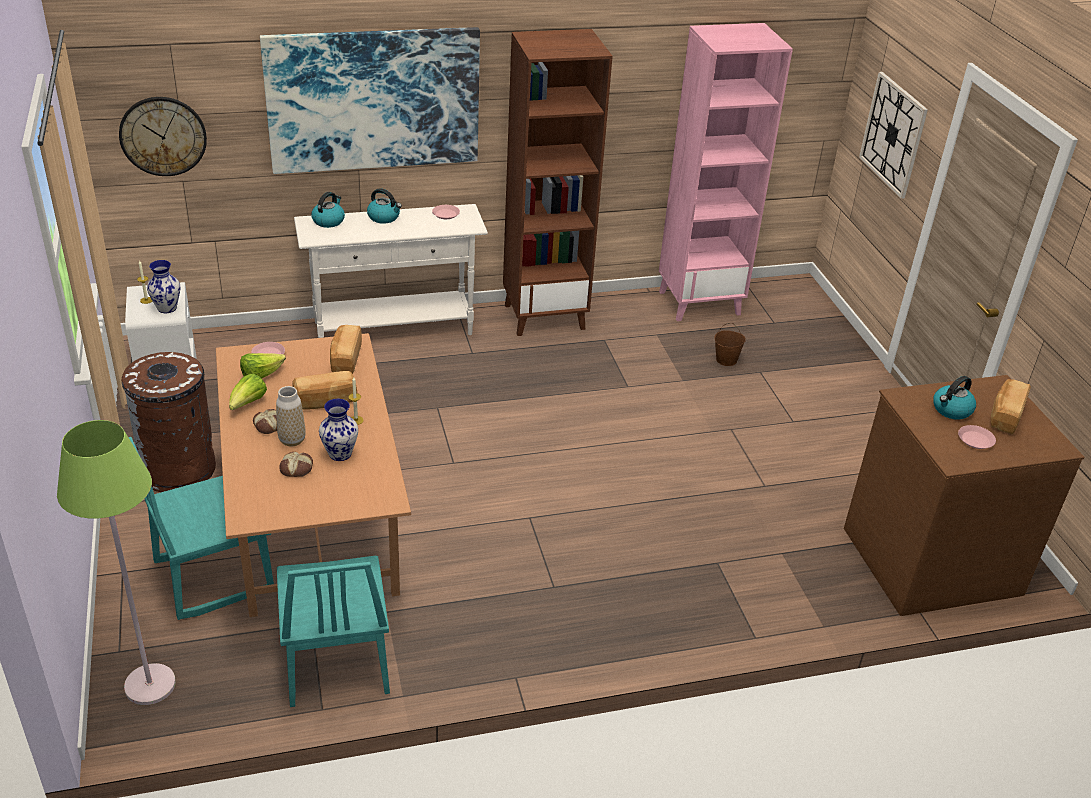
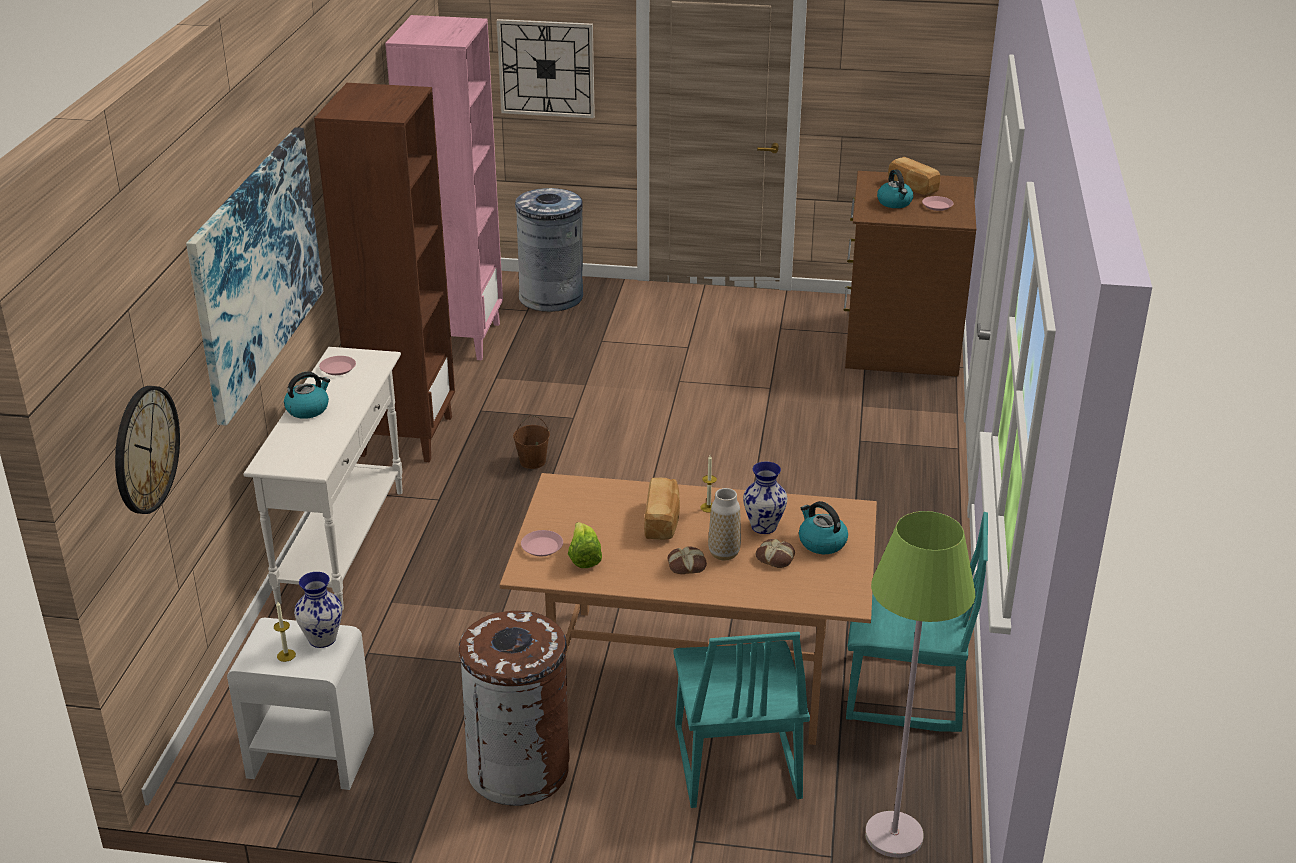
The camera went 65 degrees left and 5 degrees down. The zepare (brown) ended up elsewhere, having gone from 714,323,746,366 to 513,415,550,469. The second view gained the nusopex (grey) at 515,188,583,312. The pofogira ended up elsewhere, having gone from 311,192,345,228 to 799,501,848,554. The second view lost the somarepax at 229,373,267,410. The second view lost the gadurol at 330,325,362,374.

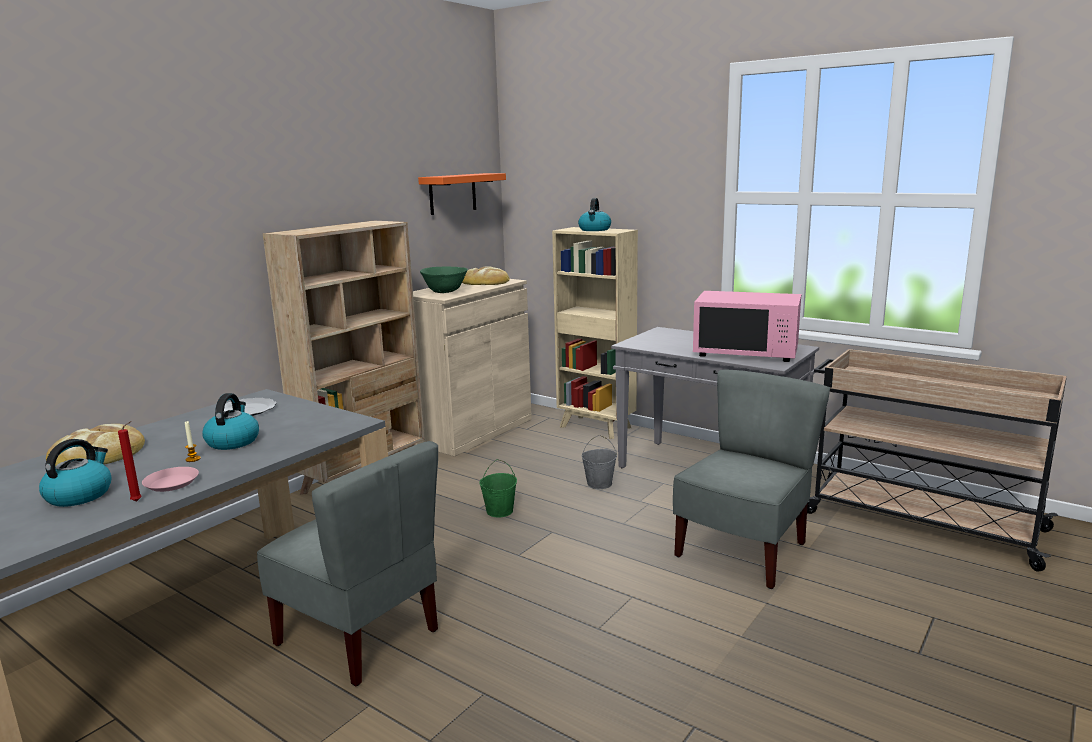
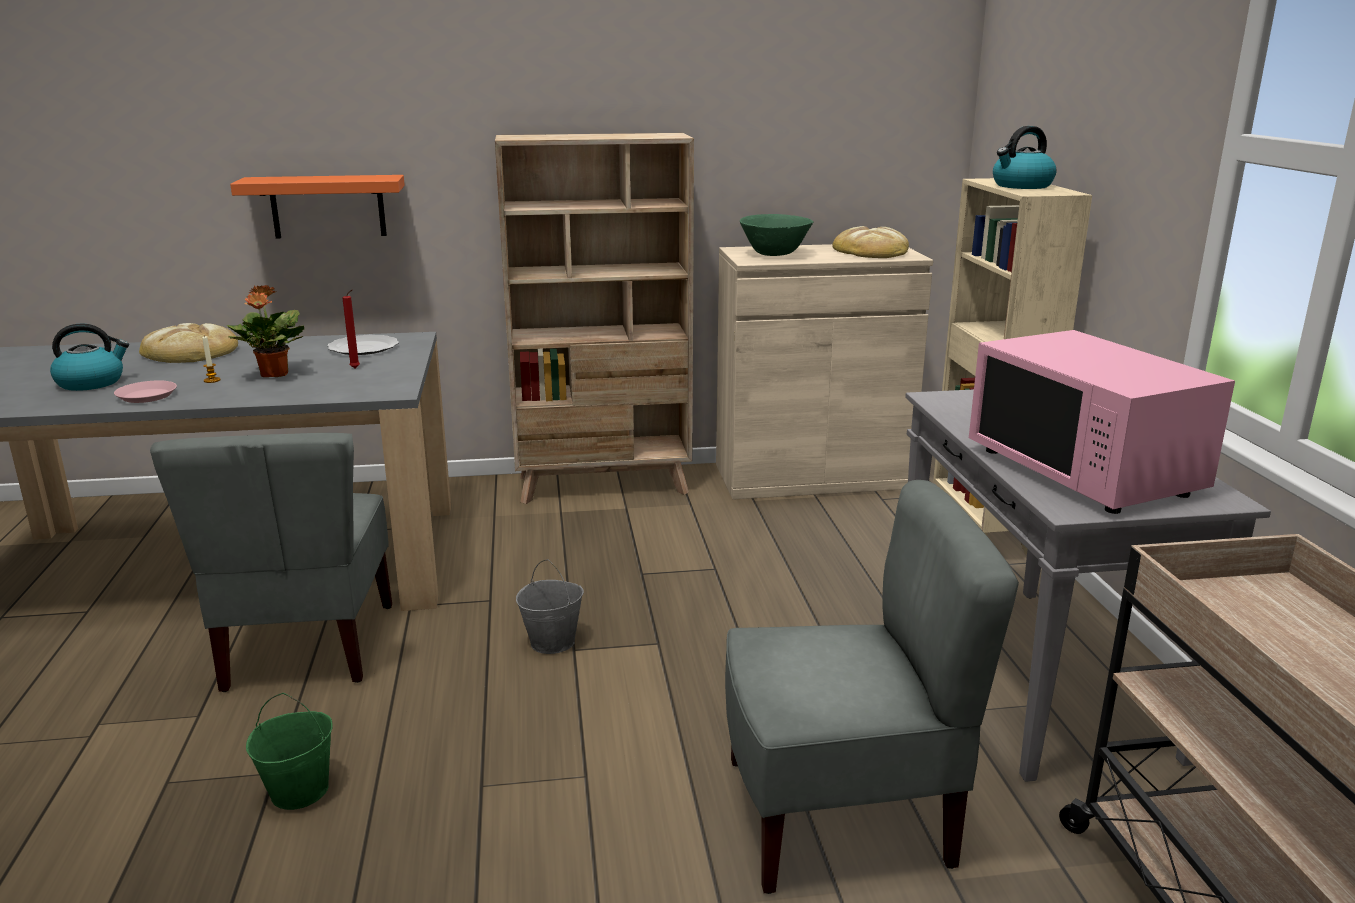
The camera went 45 degrees right and 5 degrees up. Where the pofogira stood at 202,393,259,450, the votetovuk came to stand at 227,285,304,377. The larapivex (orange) ended up elsewhere, having gone from 418,173,506,215 to 230,175,405,238. The zepare (green) ended up elsewhere, having gone from 479,459,517,518 to 246,693,333,810. The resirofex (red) ended up elsewhere, having gone from 118,421,142,502 to 342,290,360,368. The zepare (grey) ended up elsewhere, having gone from 582,435,617,489 to 516,559,584,654.

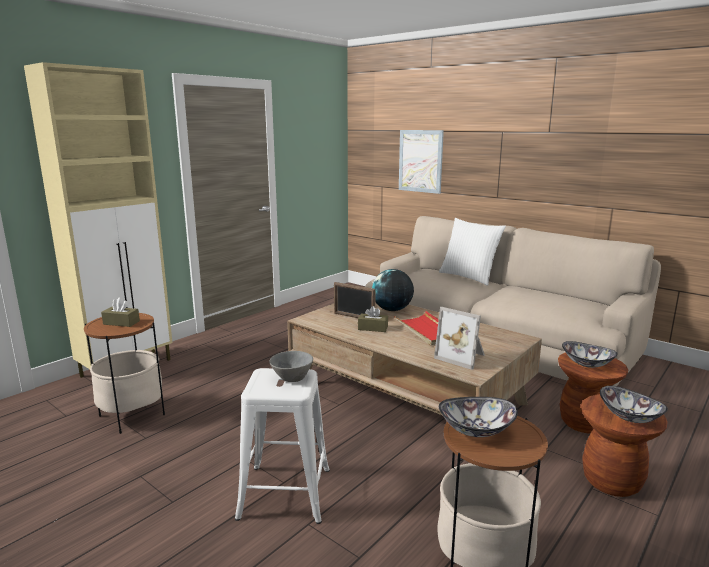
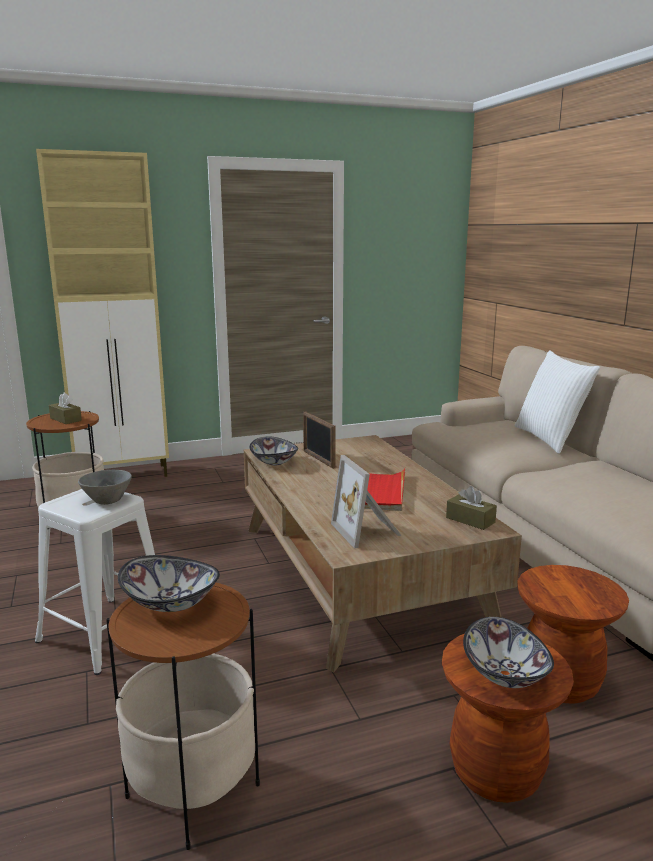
The camera went 30 degrees right and 0 degrees up. The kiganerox ended up elsewhere, having gone from 562,341,618,368 to 249,437,298,465. The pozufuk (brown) ended up elsewhere, having gone from 358,306,388,332 to 446,486,497,530. The second view lost the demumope at 372,269,414,311. The second view lost the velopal at 399,130,444,194.

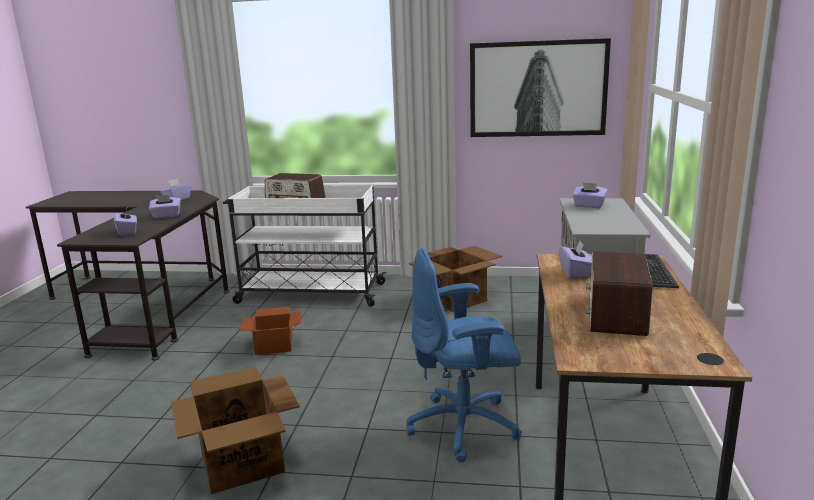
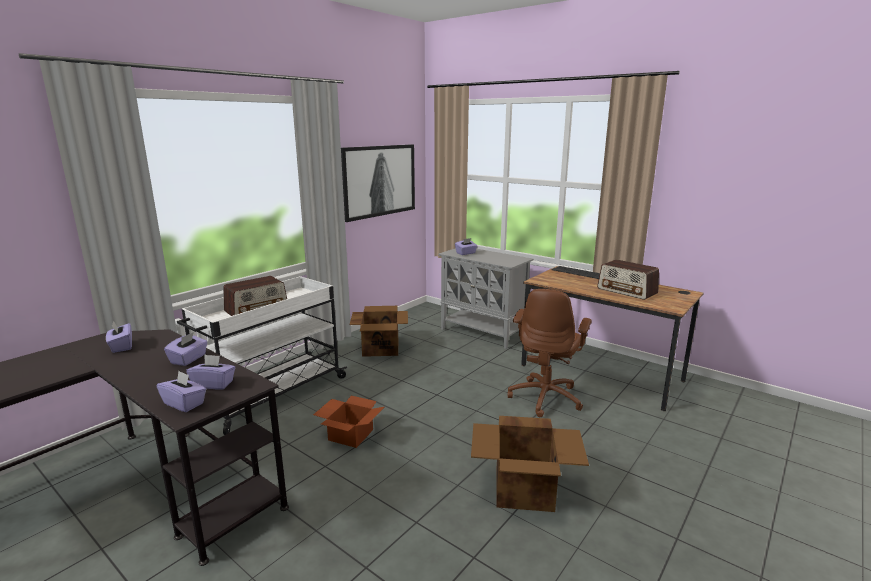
The camera went 60 degrees left and 0 degrees up. The pozufuk (purple) ended up elsewhere, having gone from 559,241,592,279 to 157,371,206,412. What was the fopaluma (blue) at 406,248,522,463 turned into the fopaluma (brown) at 508,289,592,417.

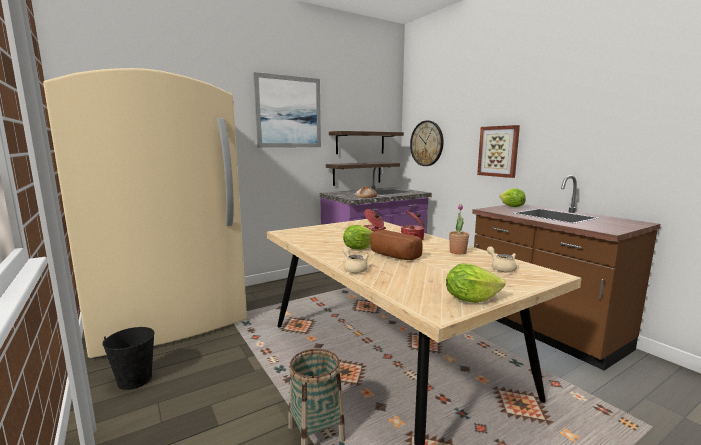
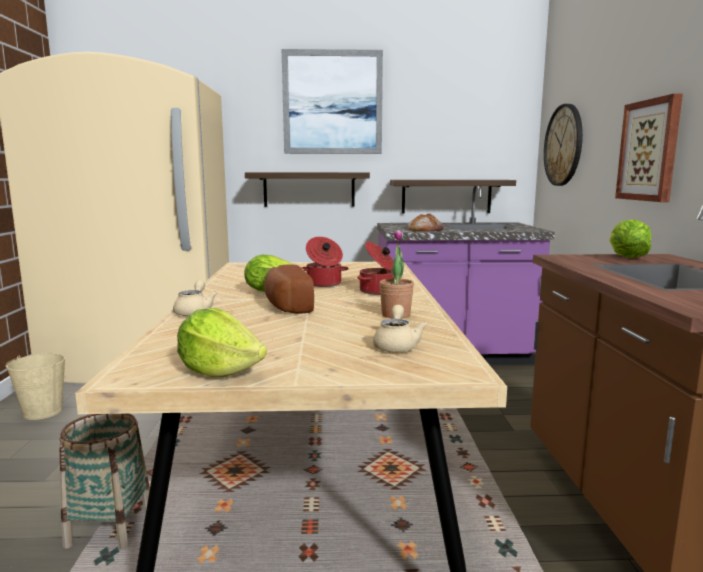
The camera went 30 degrees right and 0 degrees up. What was the zepare (black) at 102,327,155,390 turned into the zepare (beige) at 5,353,65,420. The larapivex ended up elsewhere, having gone from 329,131,404,154 to 245,172,370,207.

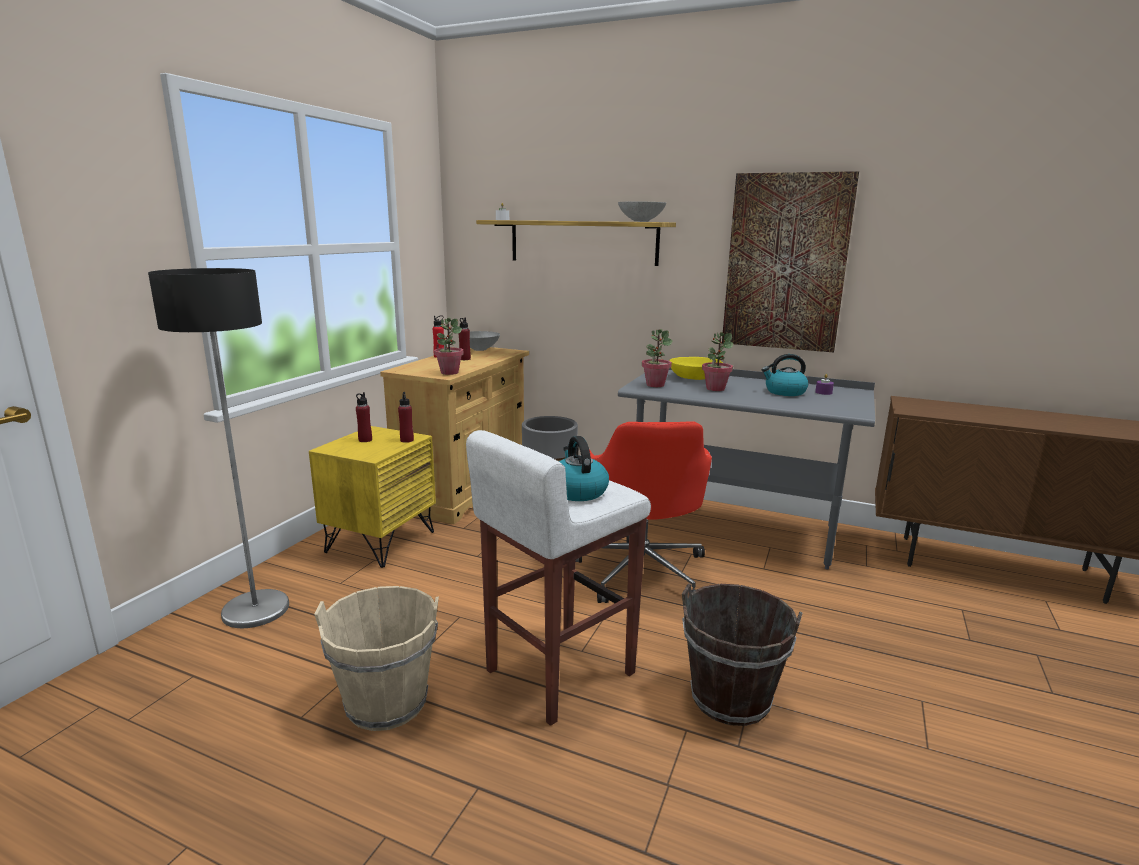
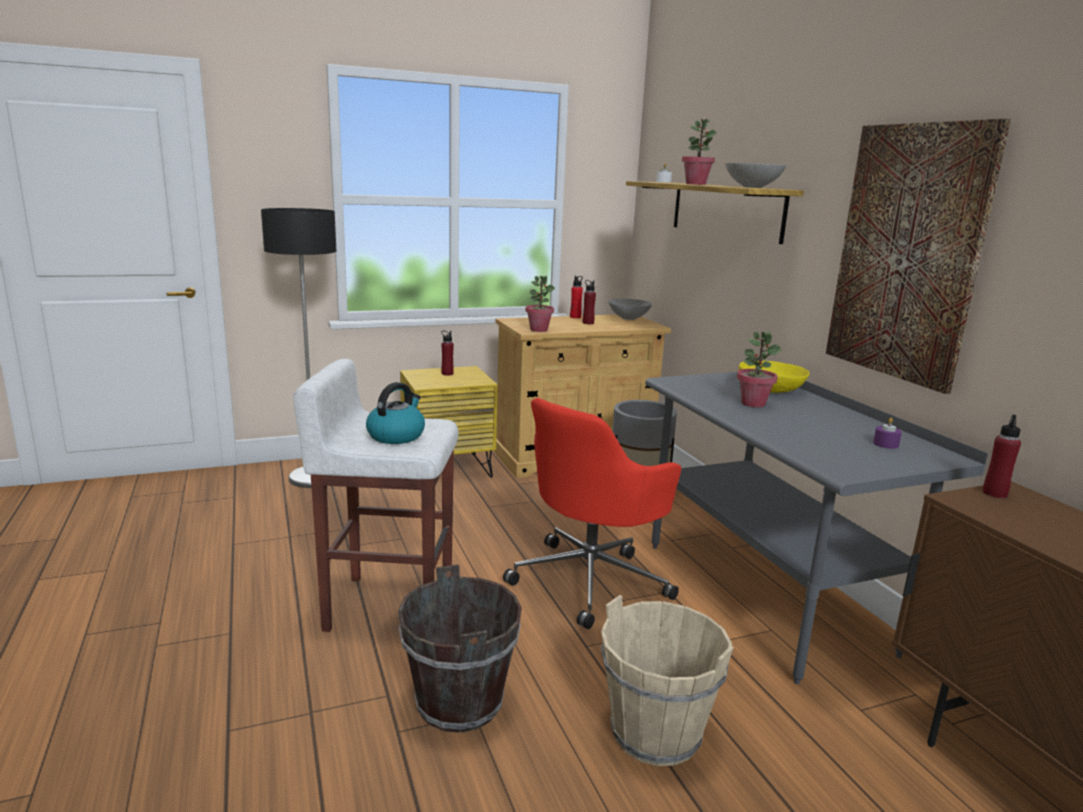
The camera went 45 degrees right and 0 degrees up. The zepare (beige) ended up elsewhere, having gone from 314,586,439,731 to 601,595,734,766. The votetovuk ended up elsewhere, having gone from 642,329,673,387 to 682,119,717,185. The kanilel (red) ended up elsewhere, having gone from 398,392,414,443 to 983,415,1021,498. The second view lost the pofogira at 762,354,808,396.

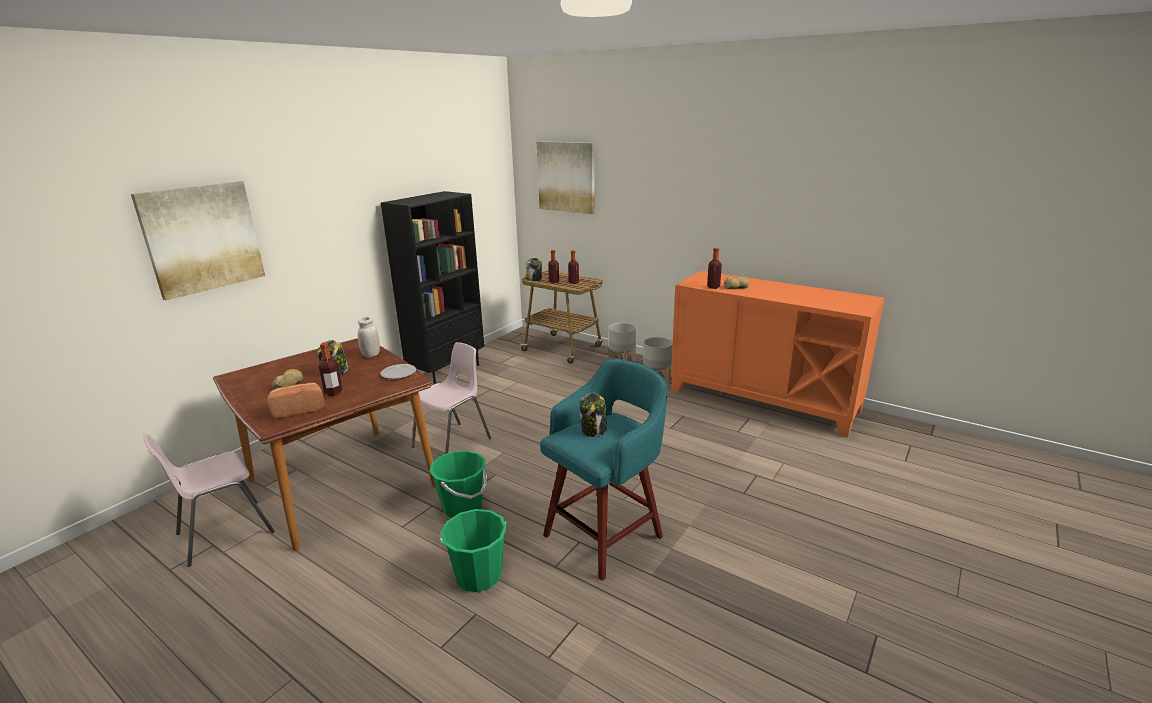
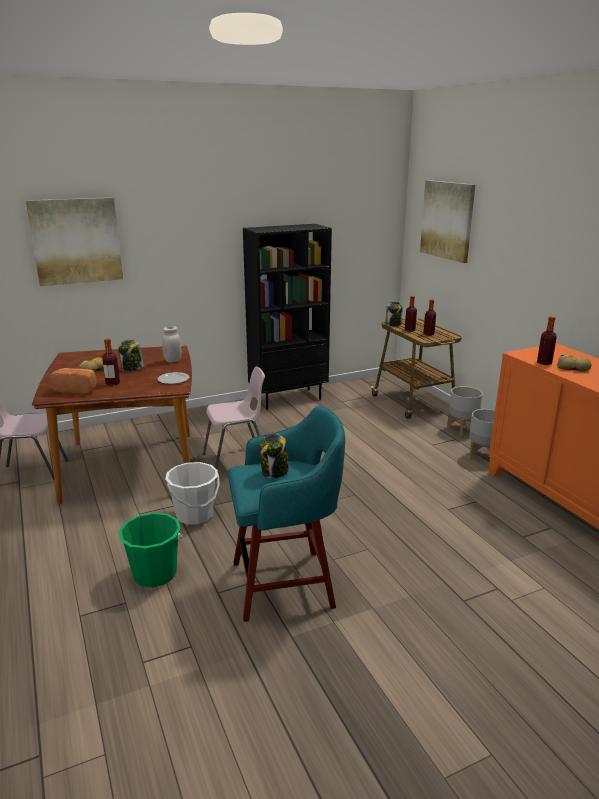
The camera went 30 degrees right and 0 degrees up. What was the zepare (green) at 429,450,487,518 turned into the zepare (white) at 165,462,220,525.

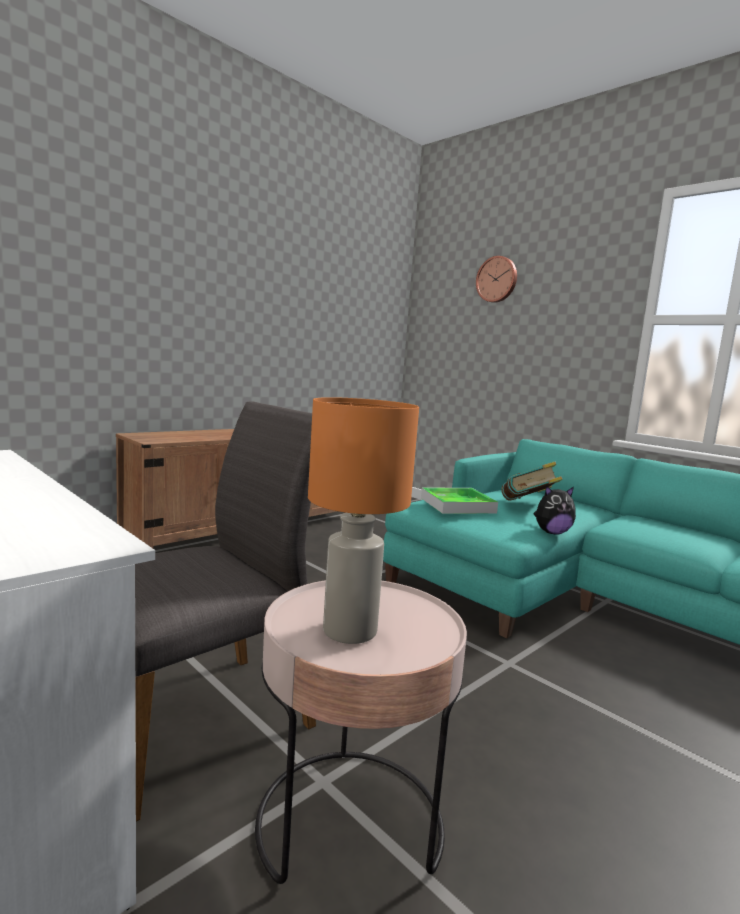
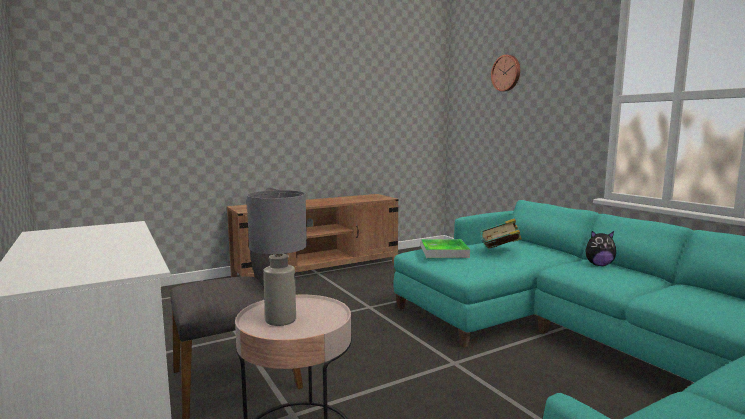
The camera went 15 degrees right and 0 degrees up. What was the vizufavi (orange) at 308,397,419,644 turned into the vizufavi (grey) at 247,190,307,326. The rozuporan ended up elsewhere, having gone from 534,486,576,534 to 585,231,616,266.

